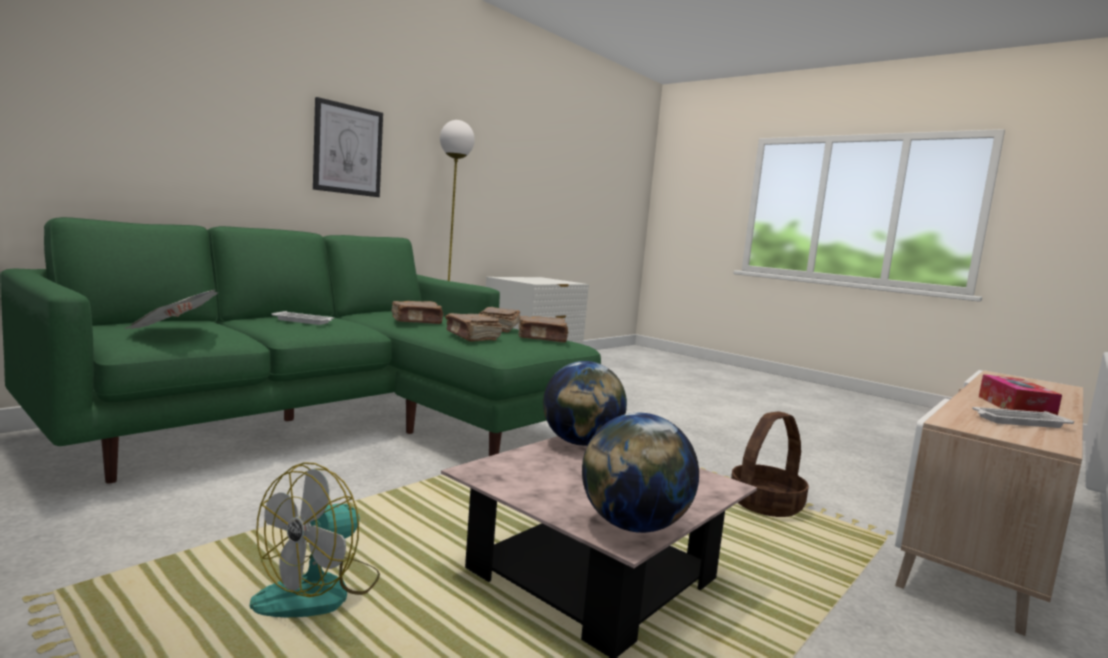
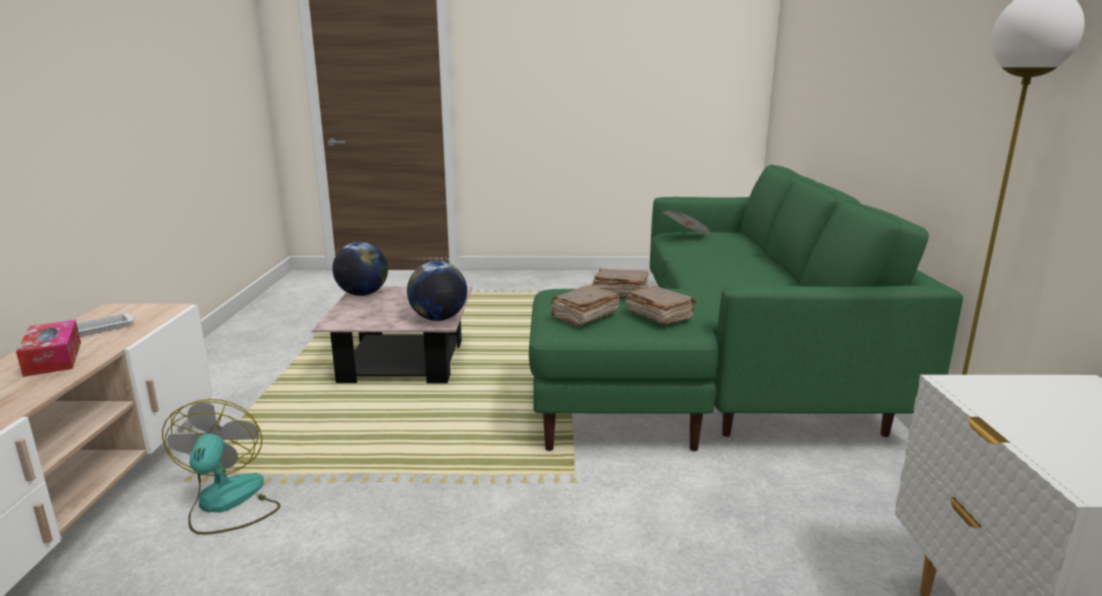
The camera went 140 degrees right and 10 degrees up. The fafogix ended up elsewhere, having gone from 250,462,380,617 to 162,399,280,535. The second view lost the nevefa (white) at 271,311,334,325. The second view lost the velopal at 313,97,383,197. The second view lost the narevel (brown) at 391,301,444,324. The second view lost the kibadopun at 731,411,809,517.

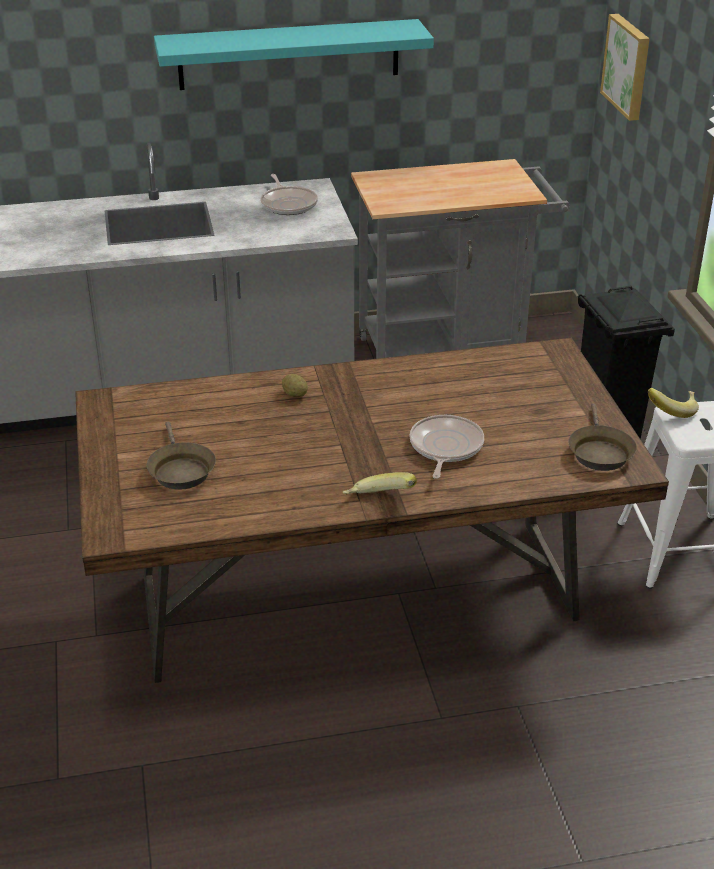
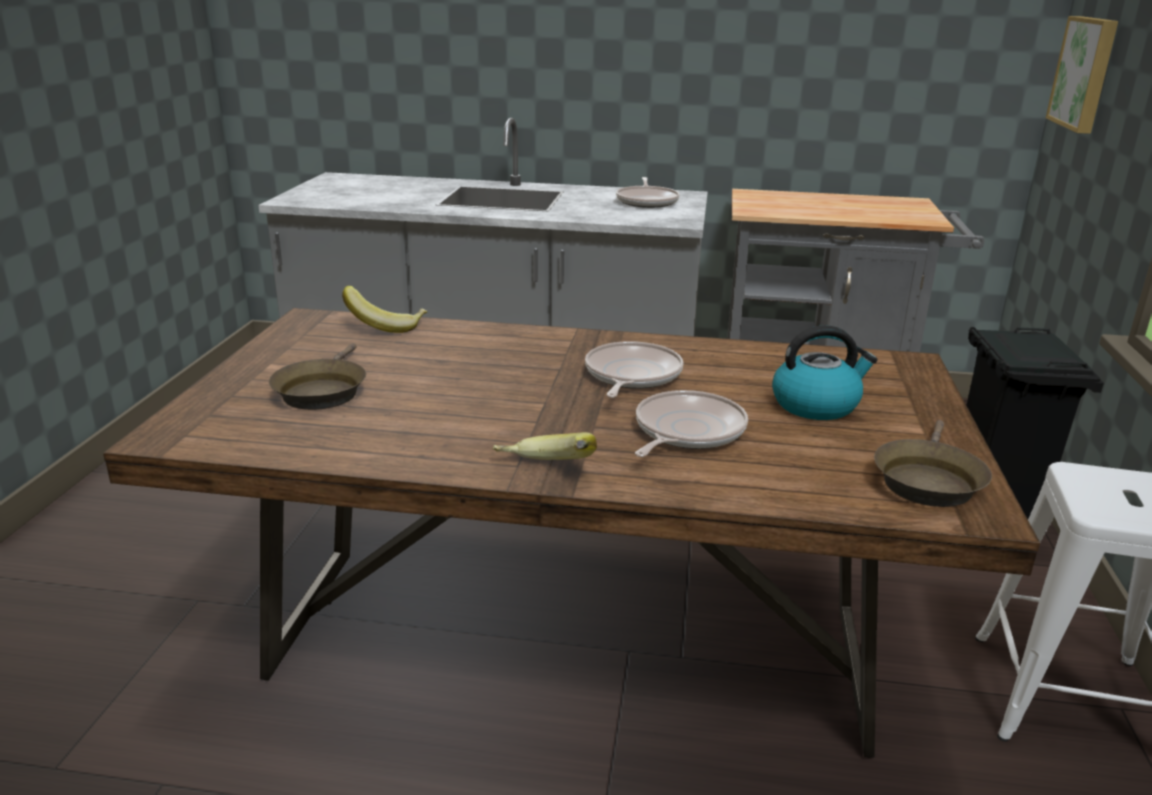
The camera went 20 degrees right and 10 degrees down. The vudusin ended up elsewhere, having gone from 648,388,699,418 to 342,286,427,333. The second view gained the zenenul at 585,341,684,398. The second view gained the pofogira at 772,325,878,420. The second view lost the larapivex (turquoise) at 154,19,434,90. The second view lost the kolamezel at 282,374,308,397.

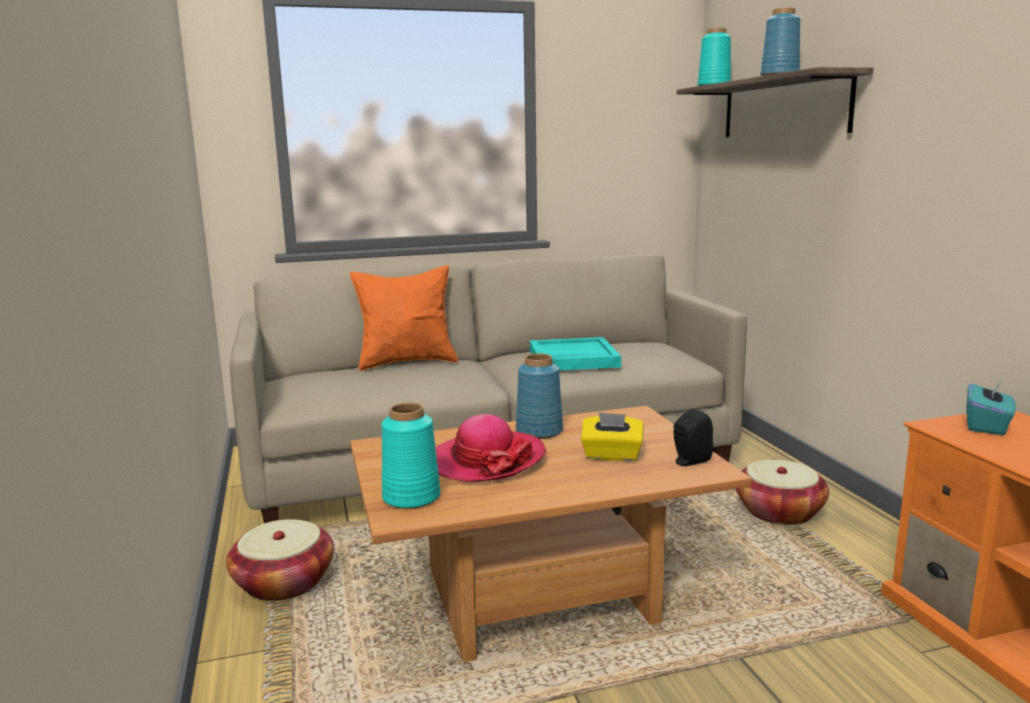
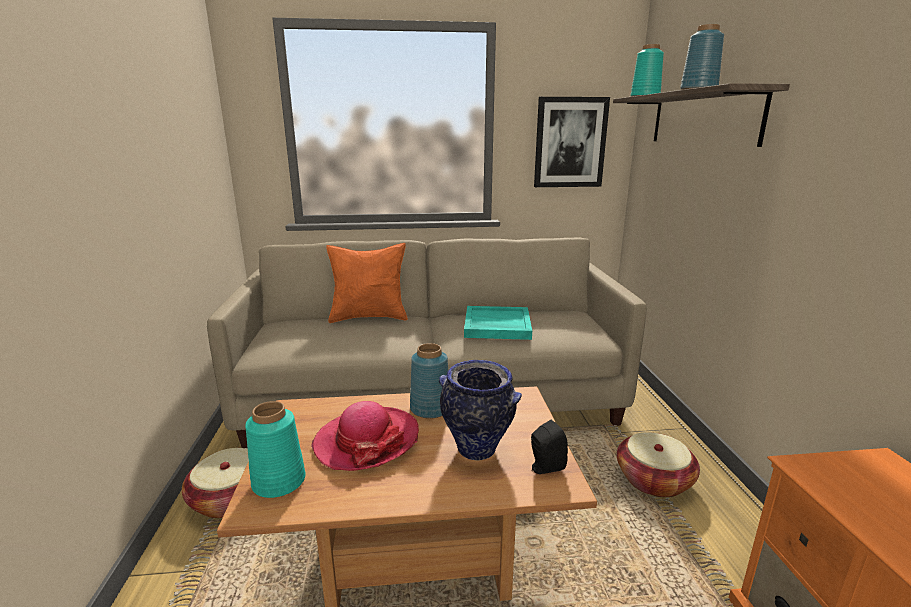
The camera went 10 degrees right and 5 degrees up. Where the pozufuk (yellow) stood at 581,412,644,461, the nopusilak came to stand at 439,360,522,461. The second view gained the velopal at 534,97,610,187. The second view lost the pozufuk (turquoise) at 967,380,1016,435.

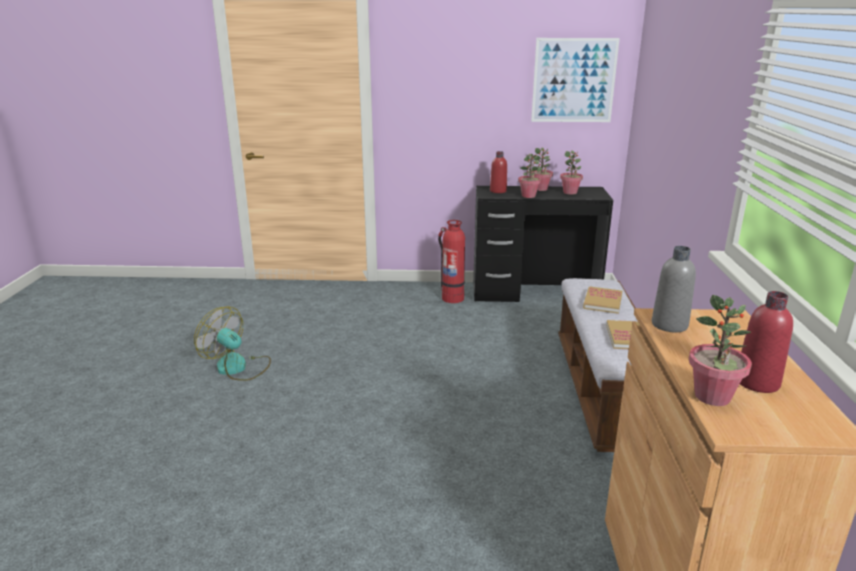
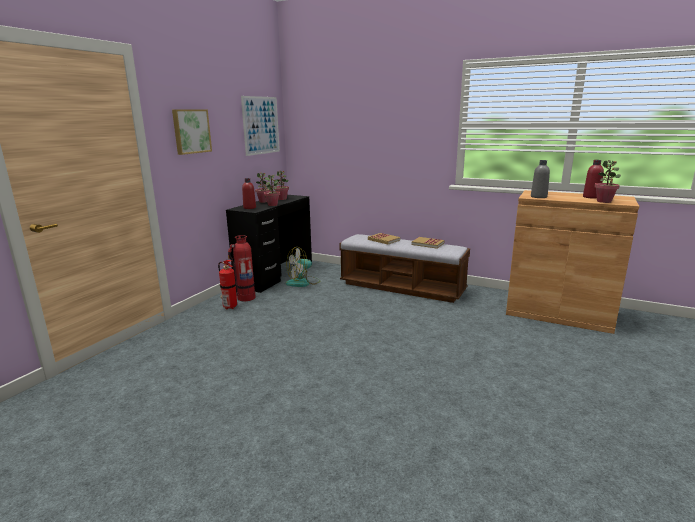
The camera went 65 degrees left and 5 degrees down. The second view gained the velopal at 172,109,212,155. The second view gained the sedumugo at 218,256,237,309. The fafogix ended up elsewhere, having gone from 194,307,271,381 to 286,247,320,287.

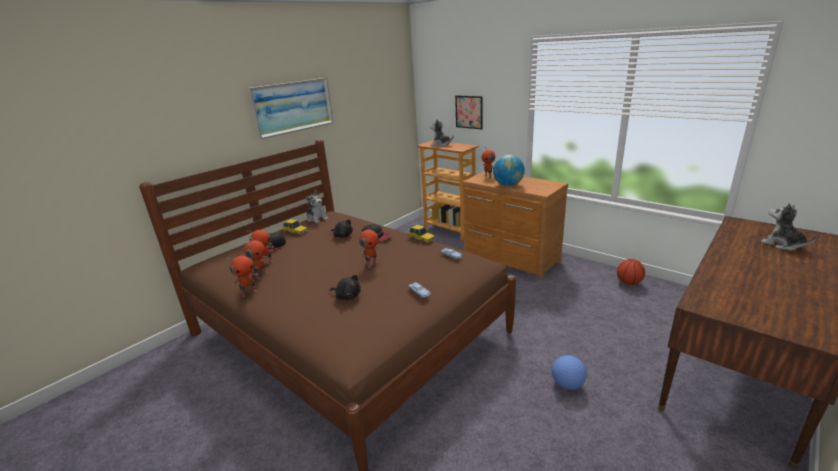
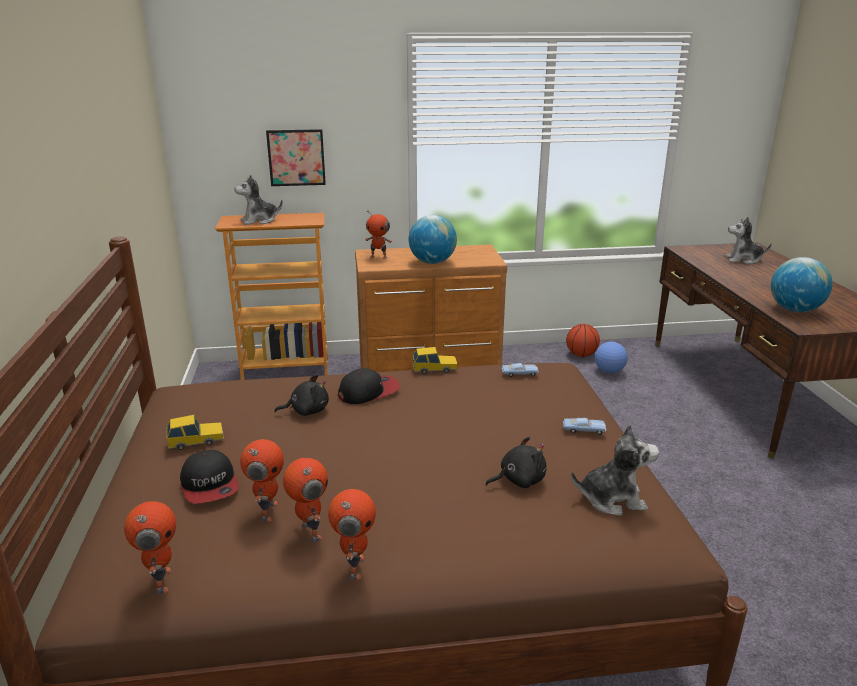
The camera went 50 degrees left and 0 degrees up. The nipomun ended up elsewhere, having gone from 359,230,378,268 to 124,501,176,594. The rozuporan ended up elsewhere, having gone from 305,190,329,224 to 571,424,659,516. The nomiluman ended up elsewhere, having gone from 552,355,587,390 to 595,342,628,373. The second view gained the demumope at 771,257,833,312. The second view lost the velopal at 248,78,333,139.

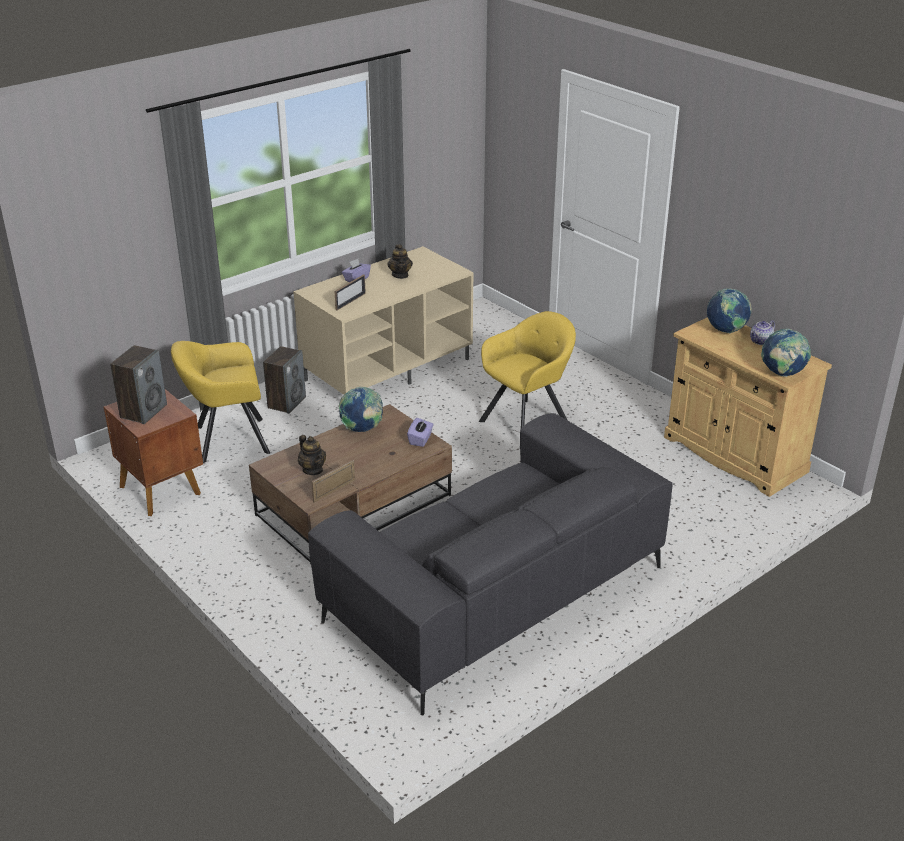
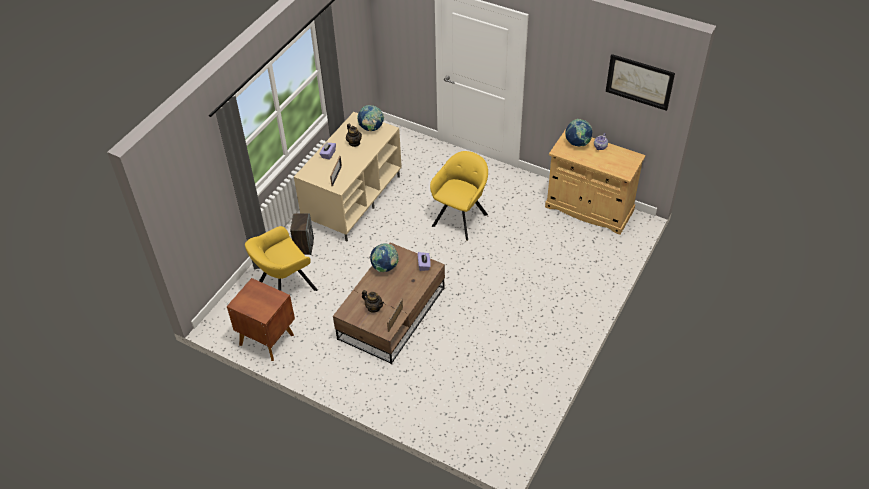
The camera went 20 degrees left and 15 degrees up. The demumope ended up elsewhere, having gone from 761,328,811,377 to 357,105,384,131. The second view gained the velopal at 606,54,675,111. The second view lost the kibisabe at 110,345,167,424. The second view lost the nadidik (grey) at 308,413,672,716.

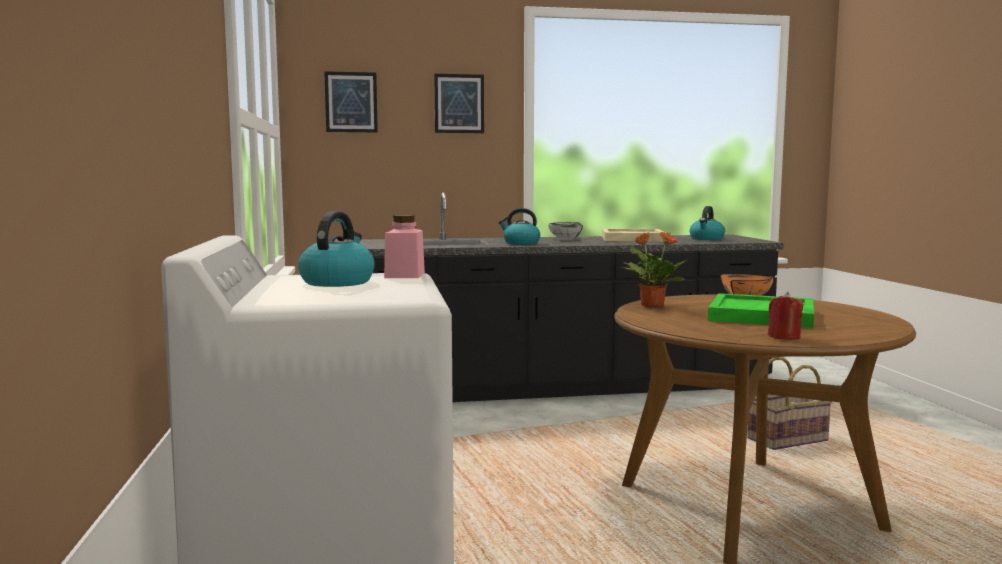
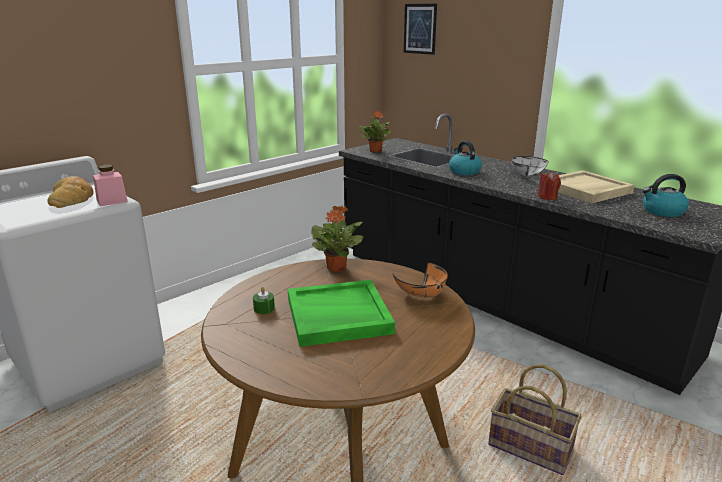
The camera went 55 degrees right and 15 degrees up. Where the pofogira stood at 298,211,375,287, the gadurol came to stand at 47,176,94,208. The second view gained the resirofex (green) at 253,287,275,314. The second view gained the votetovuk at 359,111,392,153. The resirofex (red) ended up elsewhere, having gone from 768,292,804,340 to 538,172,561,200. The second view lost the velopal at 434,74,484,133.

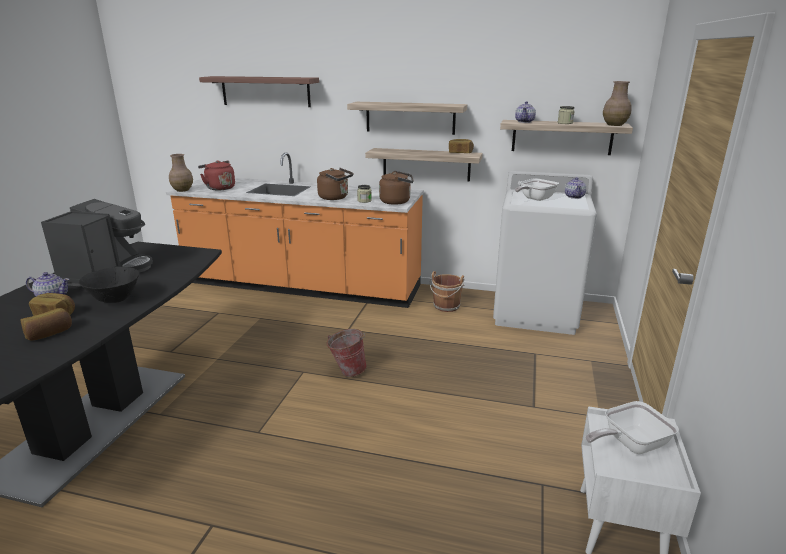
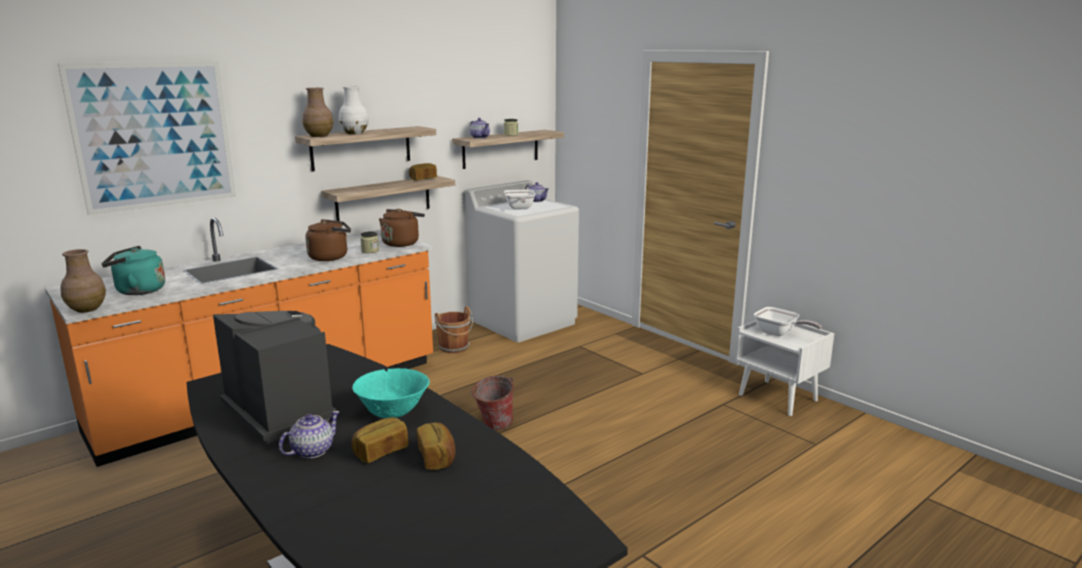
The camera went 55 degrees left and 5 degrees down. Where the larapivex hung at 199,76,319,107, the velopal came to hang at 58,61,236,215. What was the pofogira (red) at 198,160,235,191 turned into the pofogira (turquoise) at 101,246,165,295. The nopusilak (brown) ended up elsewhere, having gone from 603,81,631,126 to 302,88,333,137. The second view gained the nopusilak (white) at 339,86,369,134. What was the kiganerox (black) at 79,267,140,303 turned into the kiganerox (turquoise) at 352,368,430,418. The zenenul at 586,401,679,454 ended up facing another way, 60 degrees counterclockwise from before.

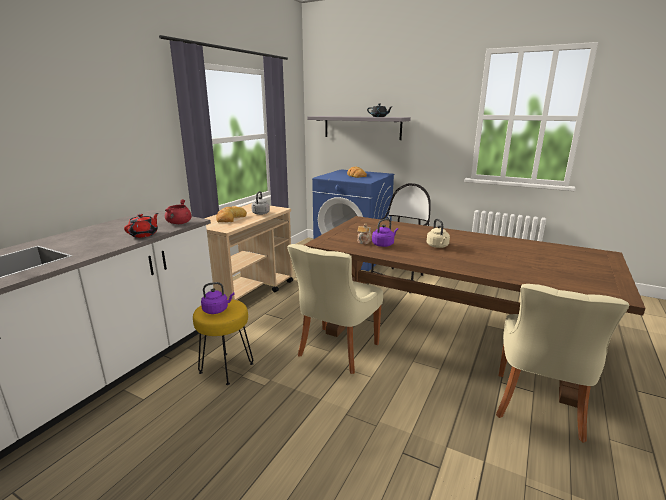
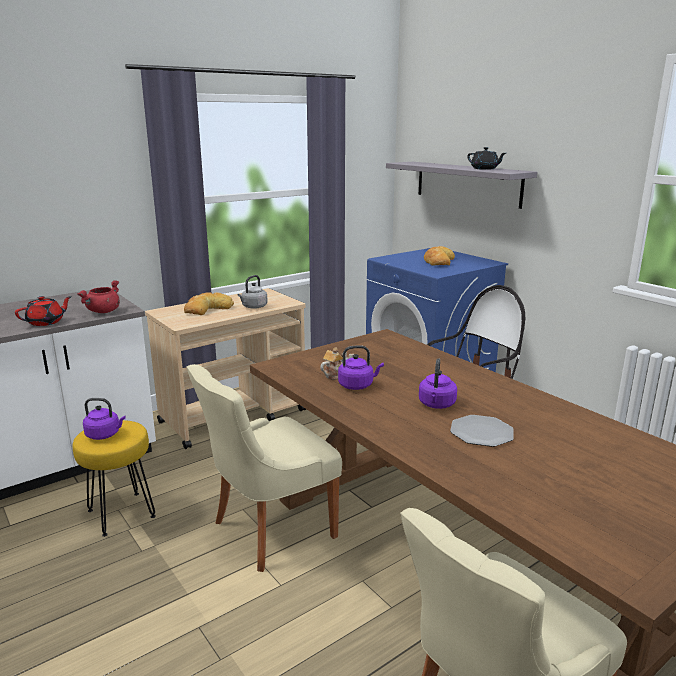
The camera went 25 degrees right and 0 degrees up. What was the pofogira (beige) at 427,219,450,248 turned into the pofogira (purple) at 419,358,457,409. The second view gained the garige at 450,415,513,447.

